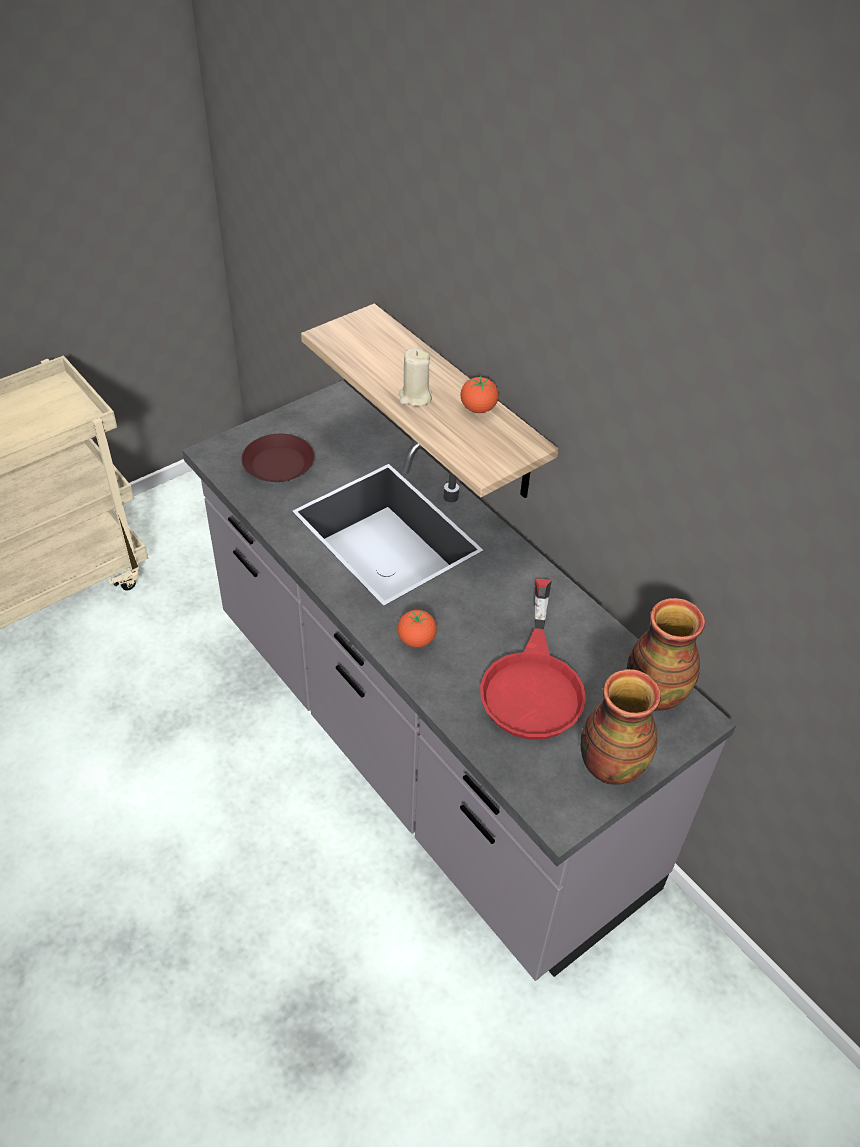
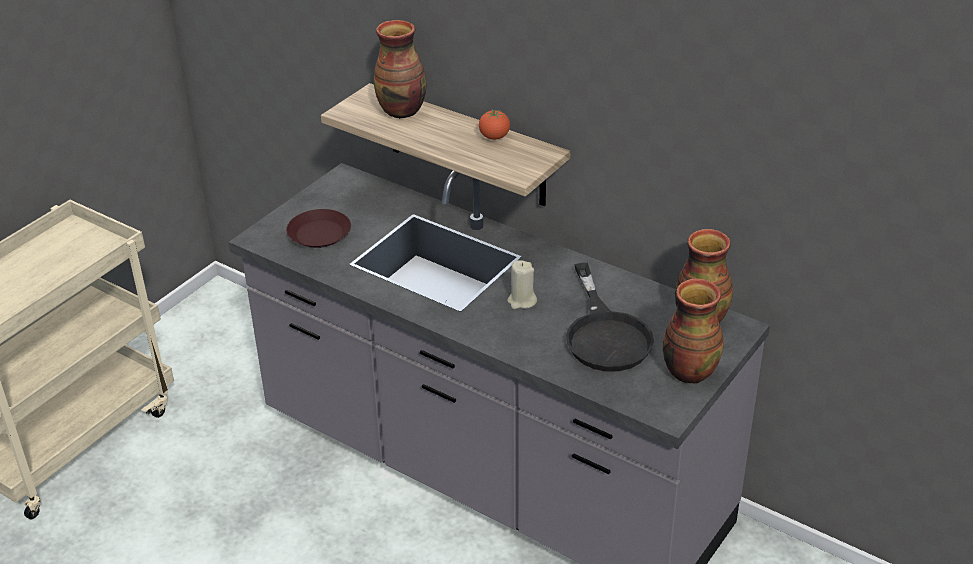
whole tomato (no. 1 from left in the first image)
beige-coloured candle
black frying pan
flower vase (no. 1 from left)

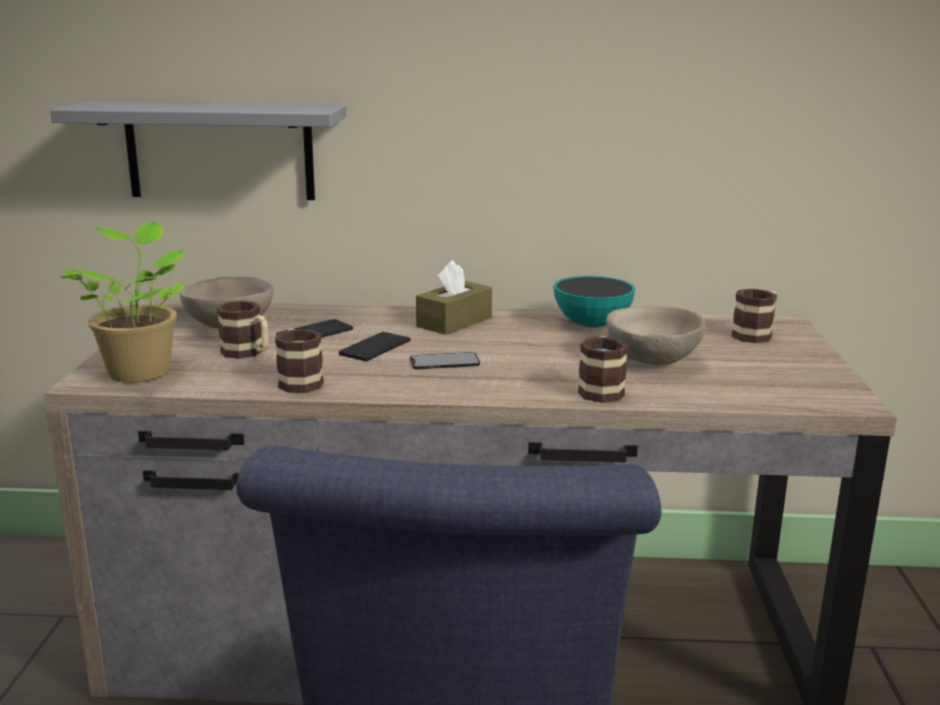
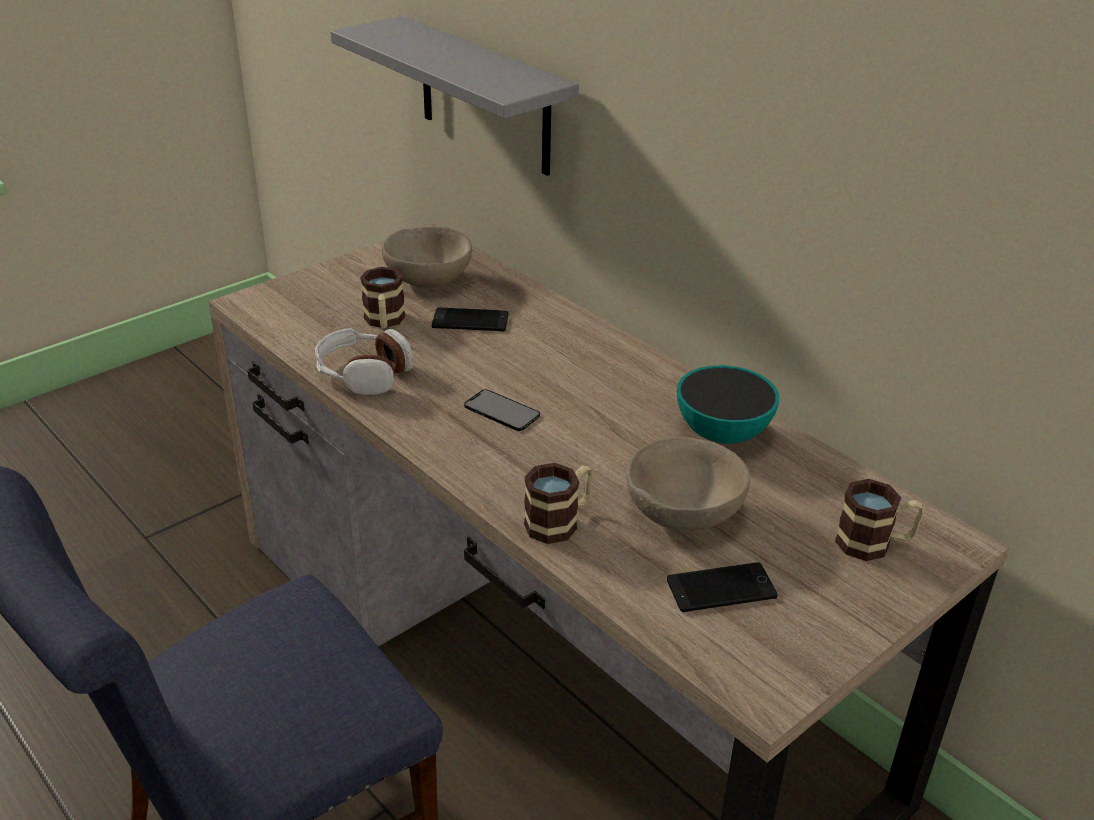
houseplant
pair of headphones
phone (no. 3 from left)
brown tissue holder

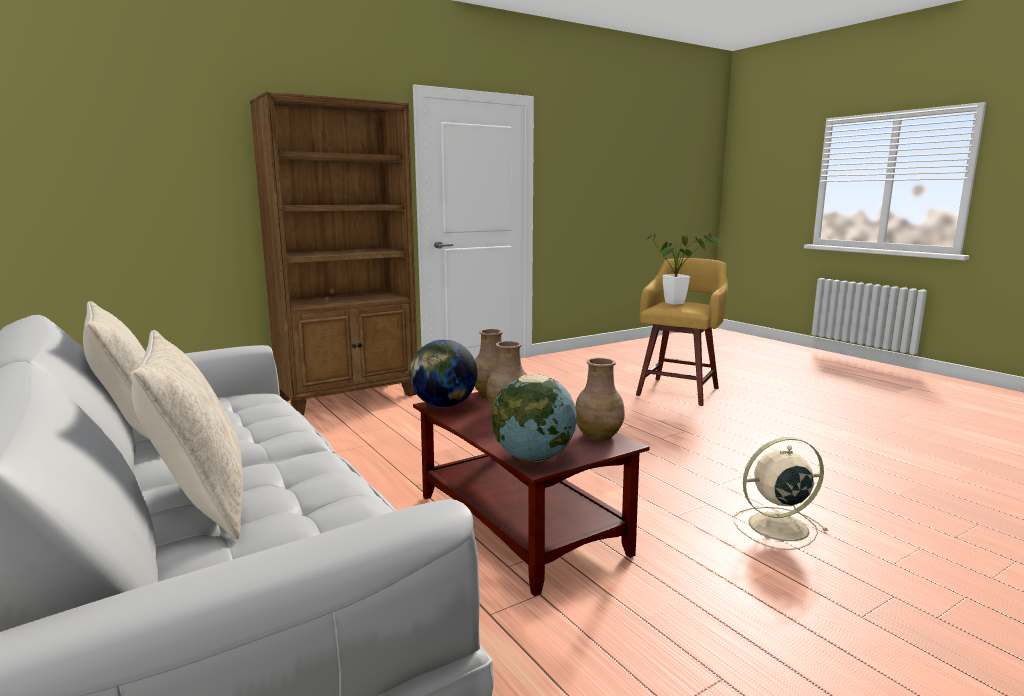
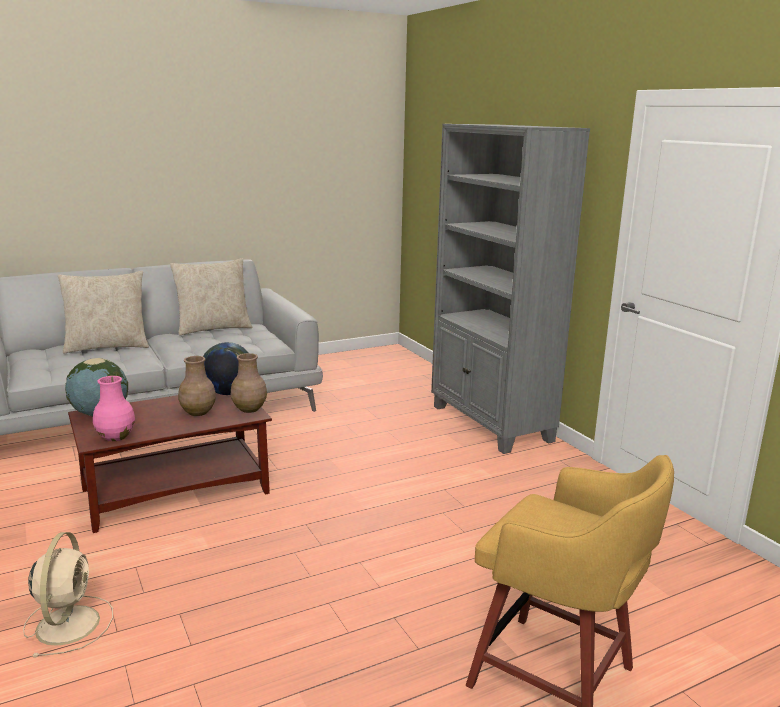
greyish bookcase
pinkish flower vase
houseplant

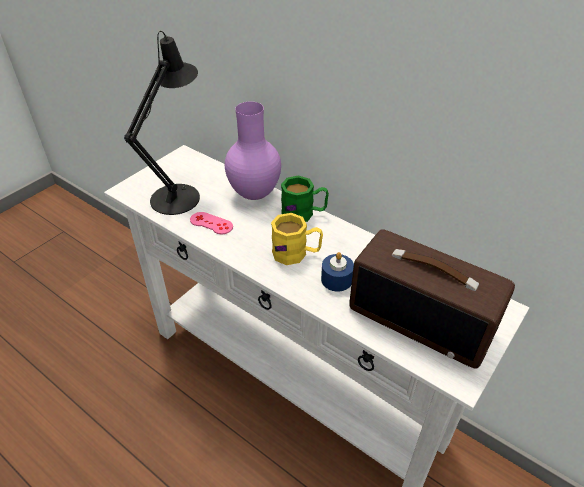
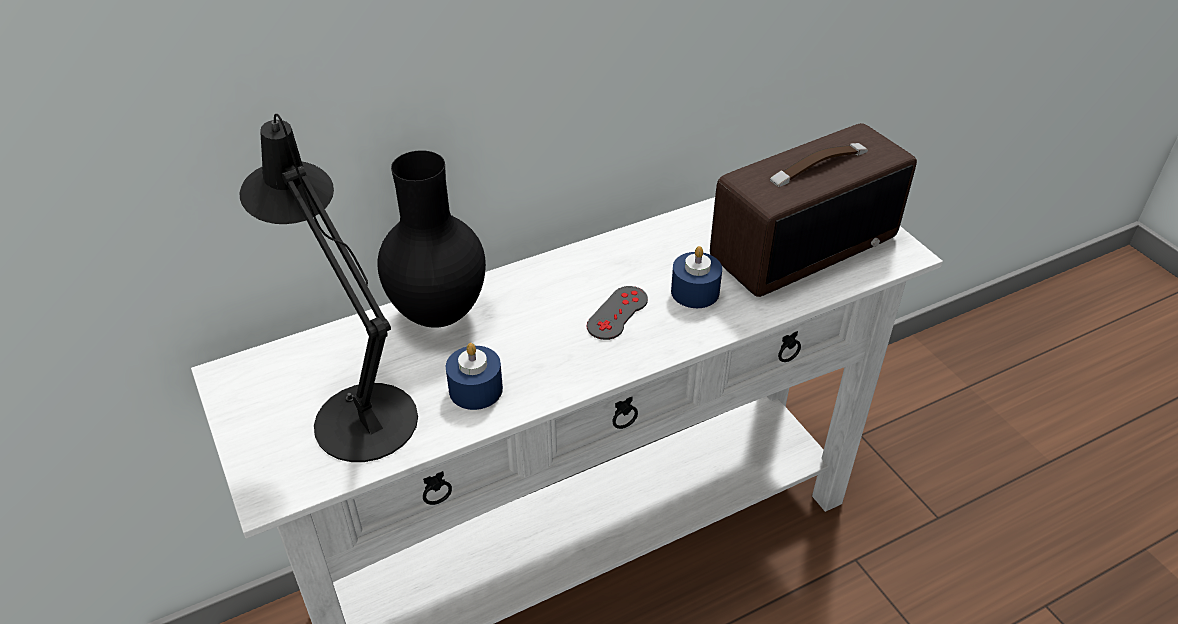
bluish candle (no. 1 from left)
black flower vase
greyish joypad
green-coloured mug

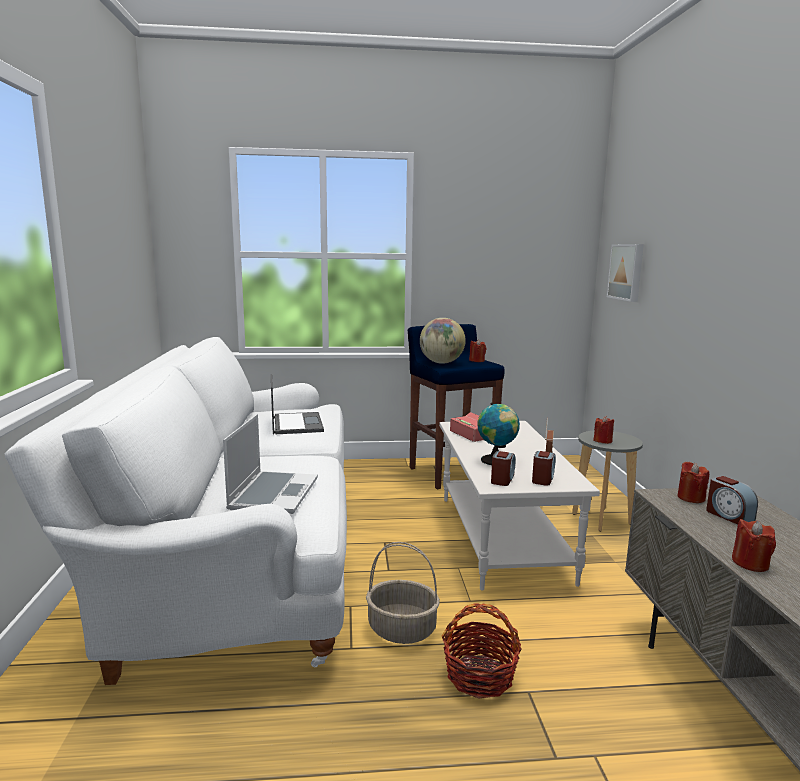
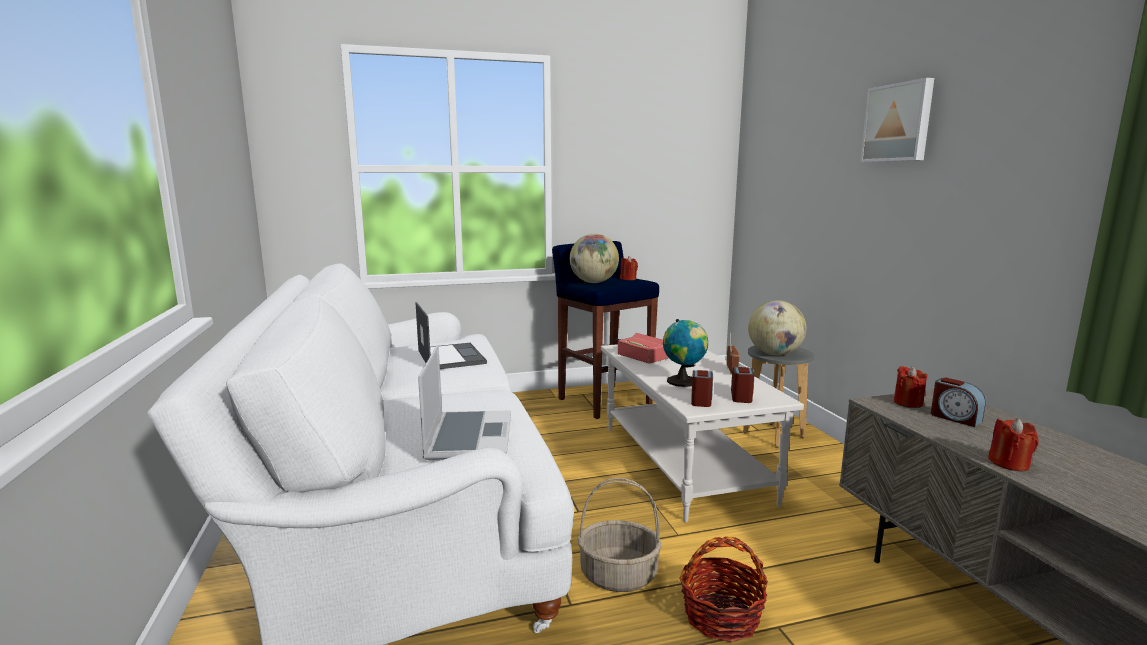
world globe (no. 3 from left)
wall art

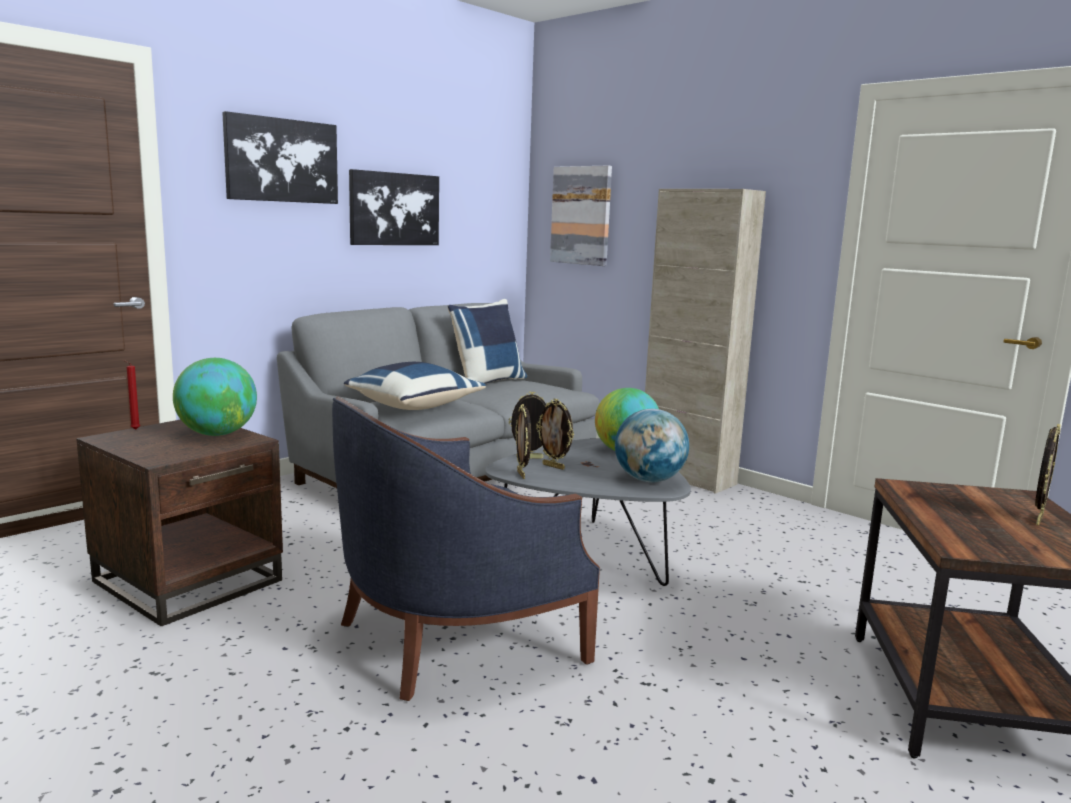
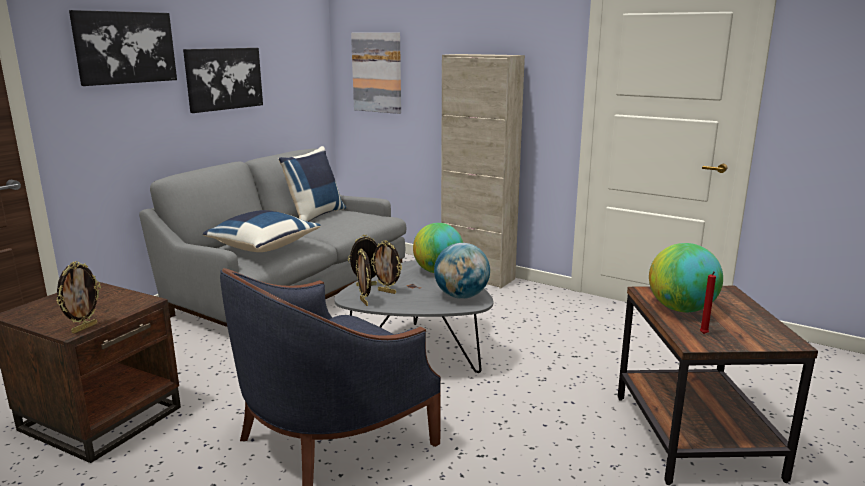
reddish candle
world globe (no. 3 from left)
picture frame (no. 1 from left)

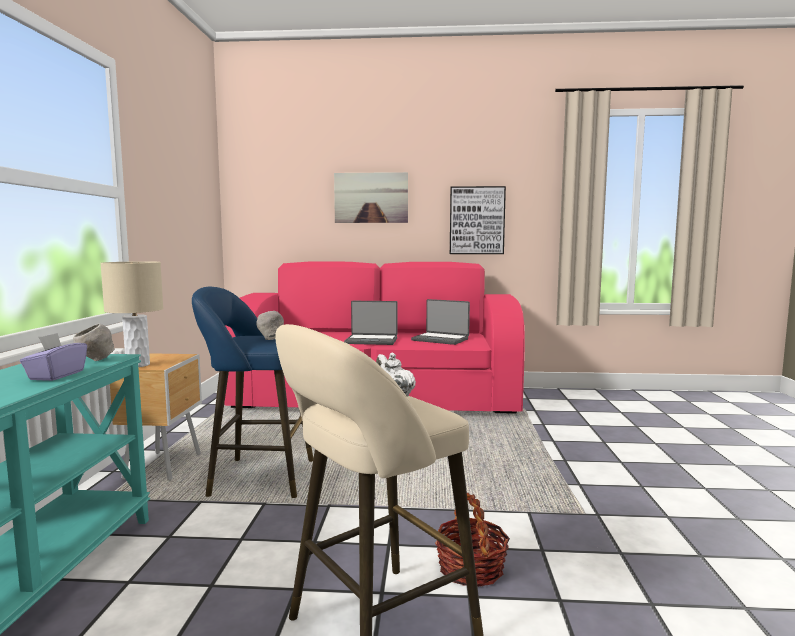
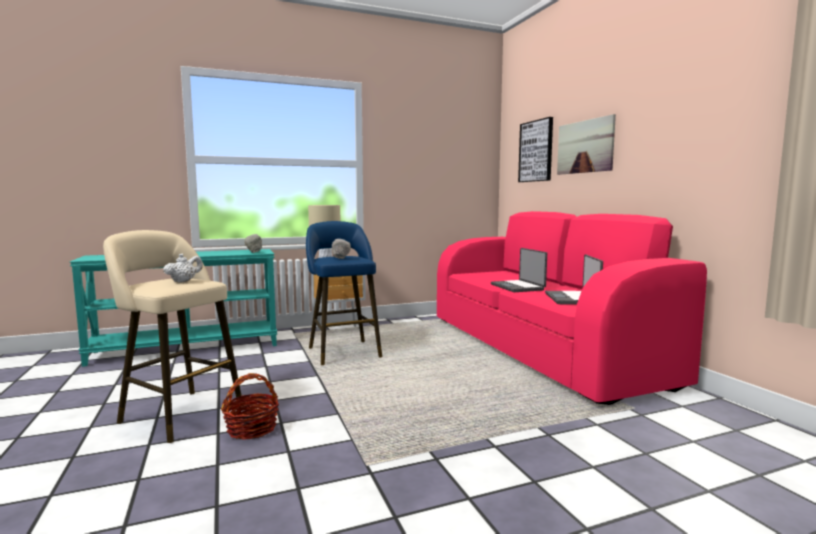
purplish tissue holder
wall art (no. 1 from left)

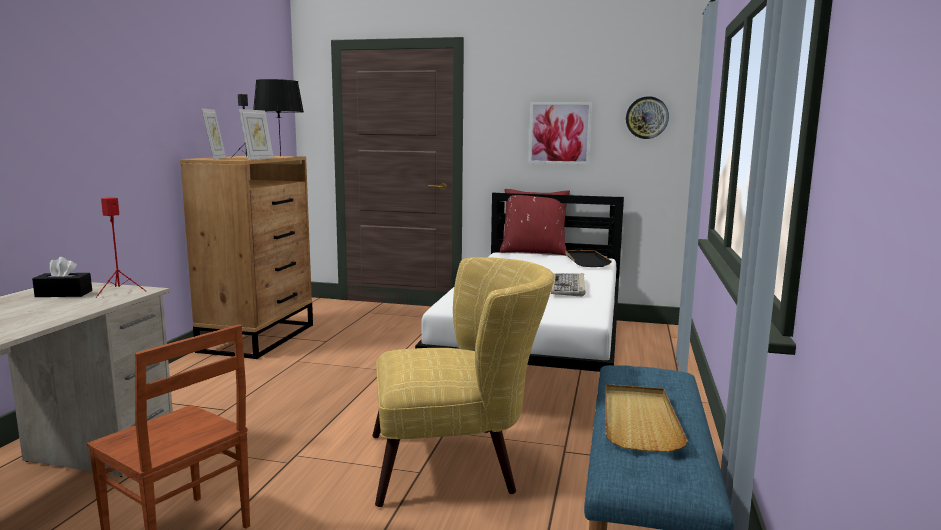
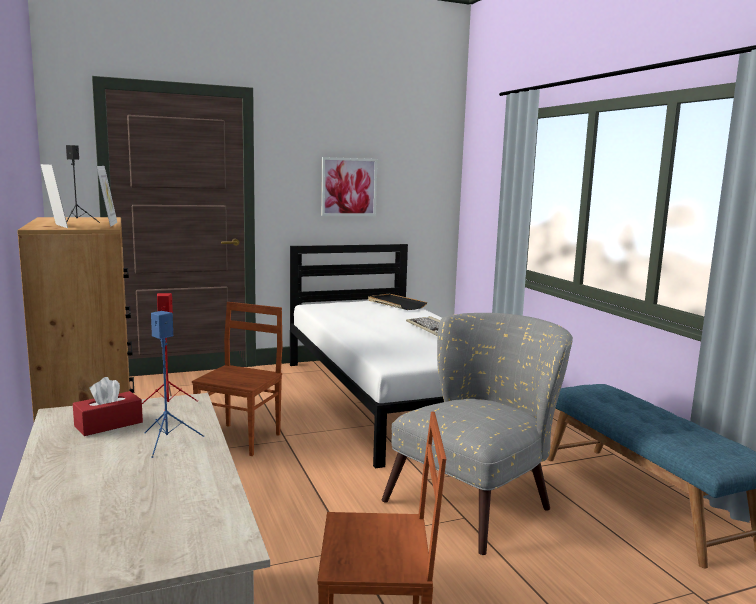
reddish tissue holder
black lamp for a table
greyish lounge chair
reddish pillow
beige-coloured tray
hanging clock
bluish audio speaker
brown upright chair (no. 1 from left)

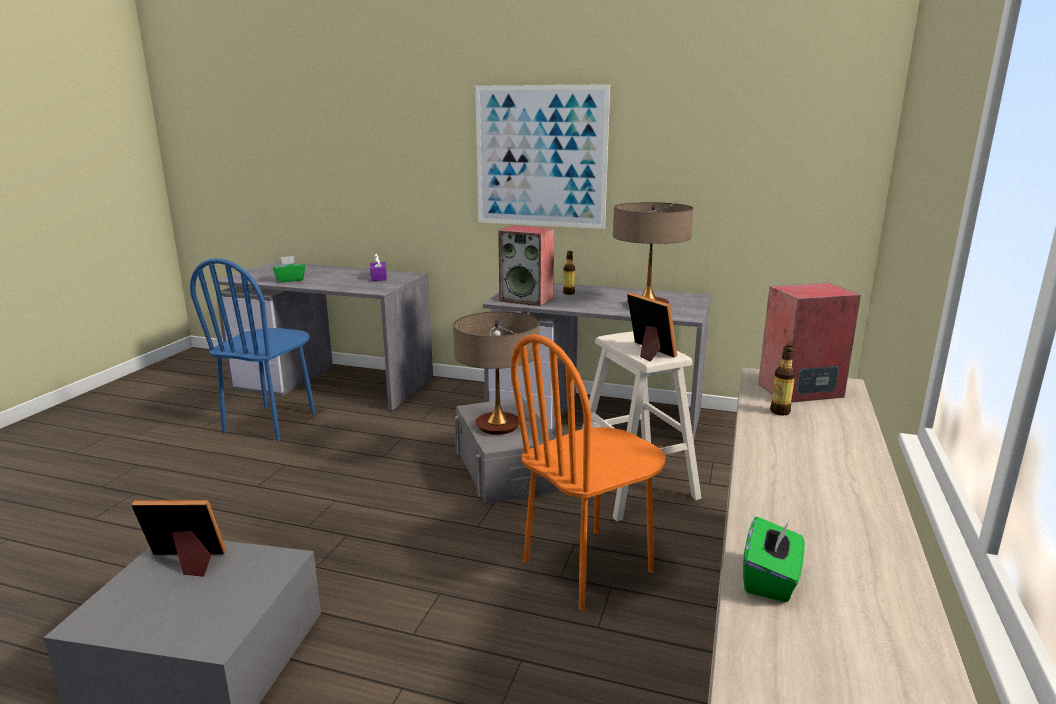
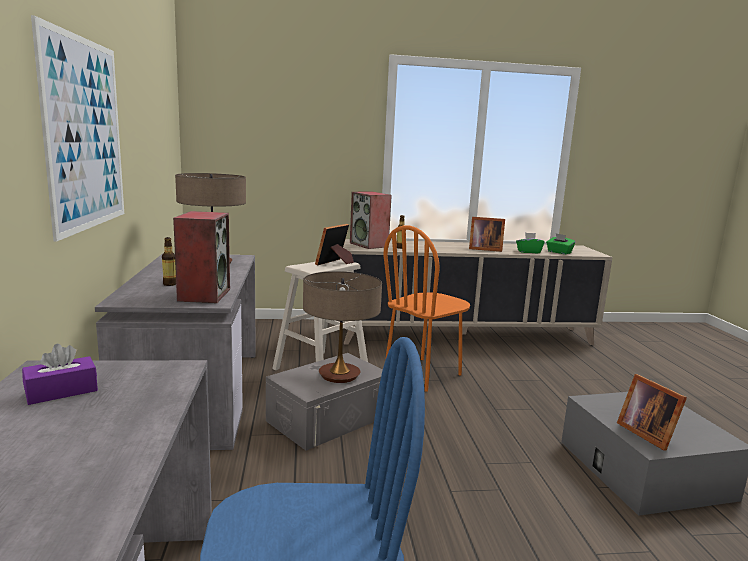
green-coloured tissue holder (no. 2 from left)
orangey upright chair
picture frame (no. 2 from left)

